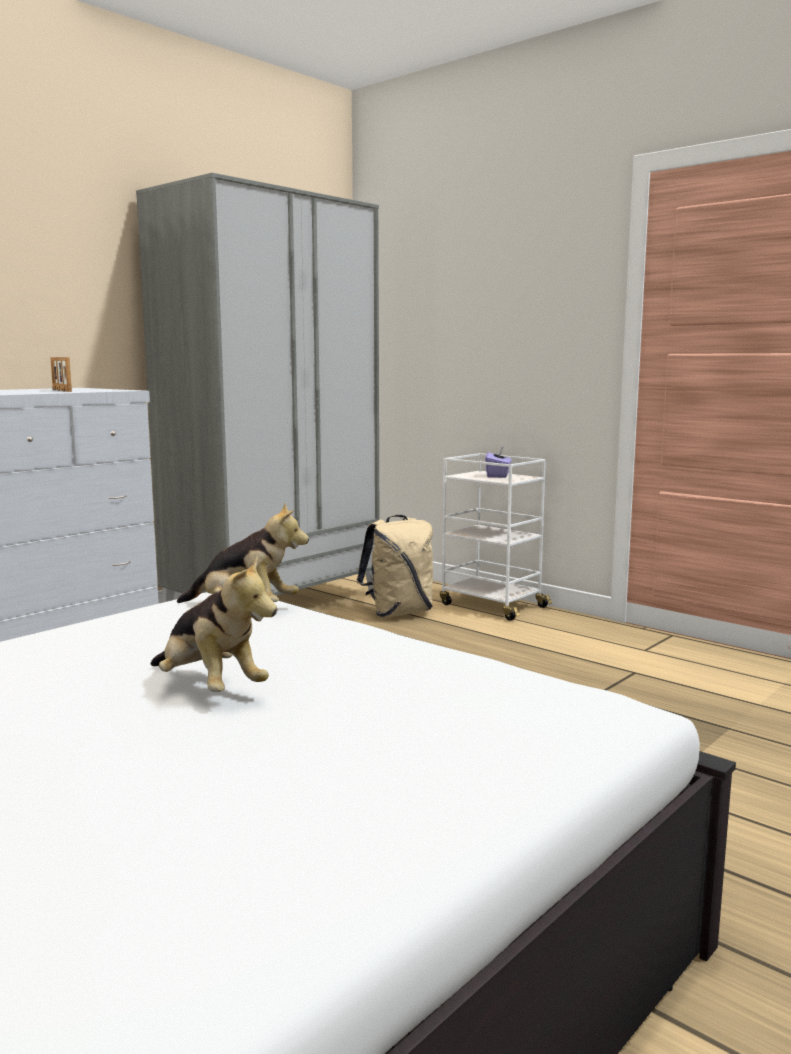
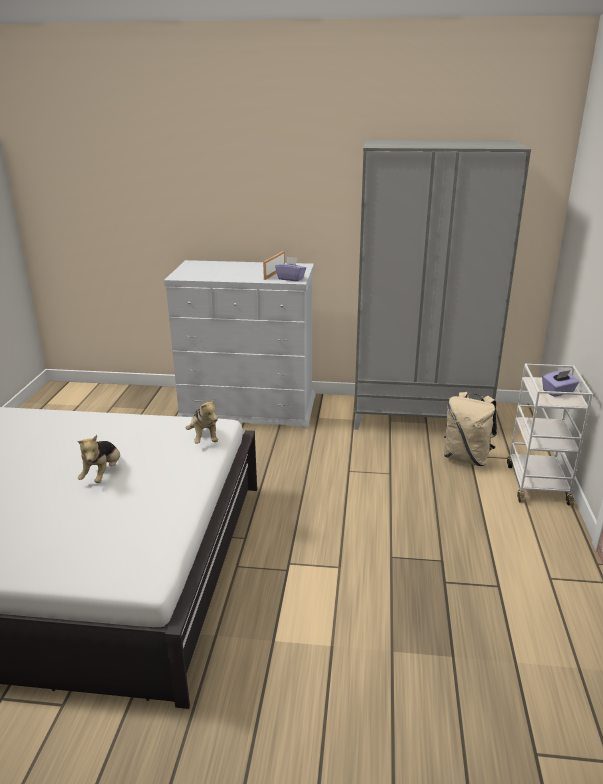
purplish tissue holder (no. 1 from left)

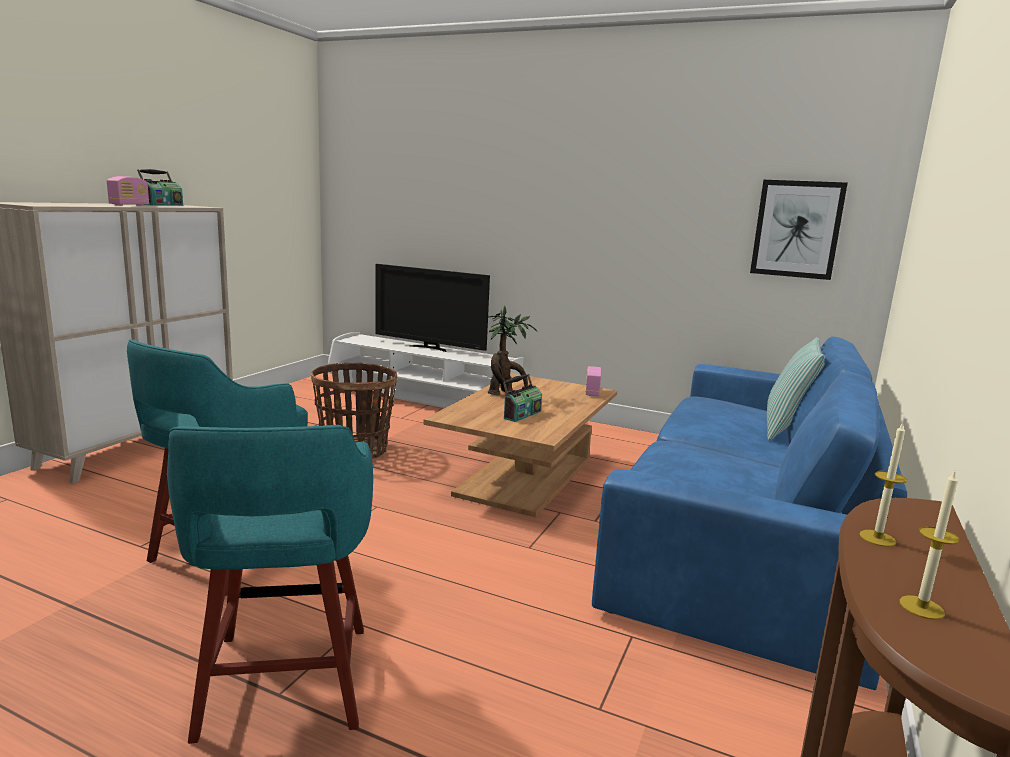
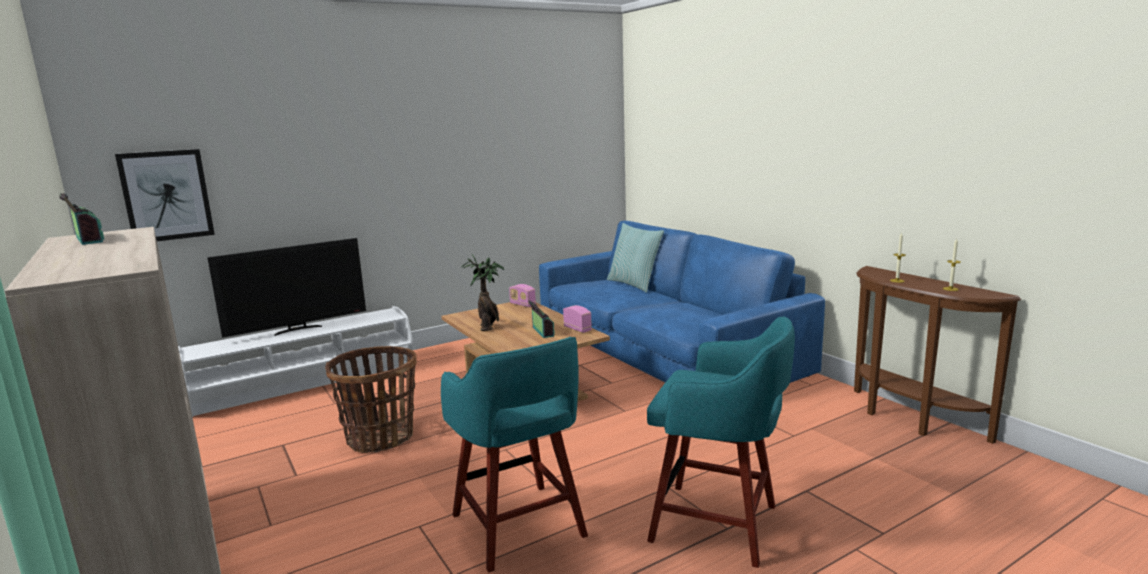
radio receiver (no. 4 from left)
wall art

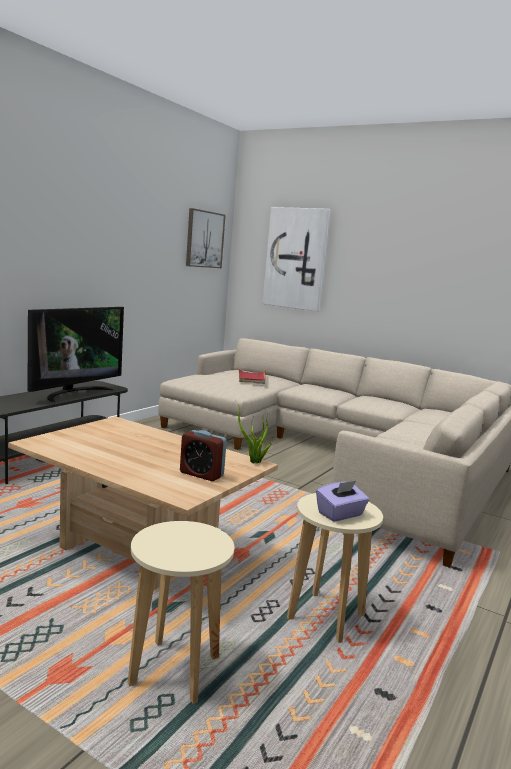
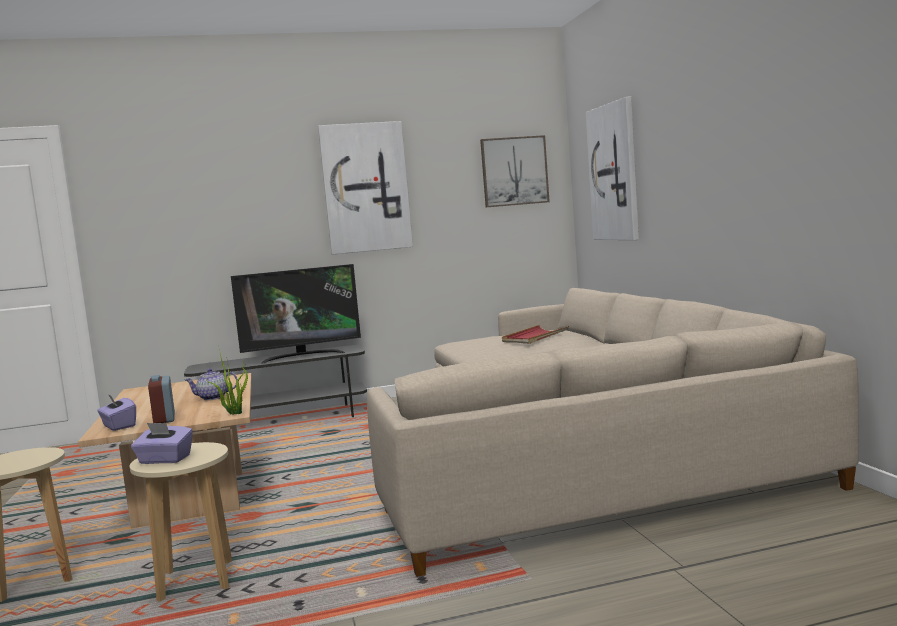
purplish tissue holder (no. 1 from left)
teapot
wall art (no. 1 from left)

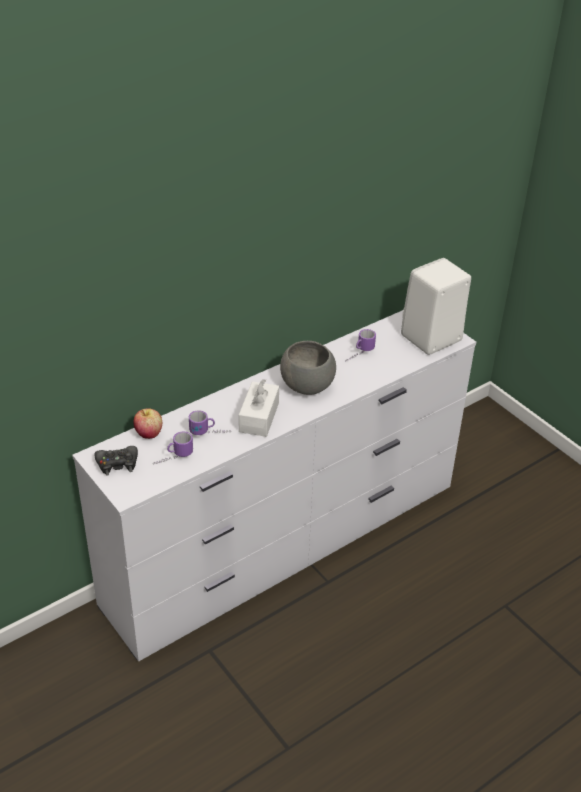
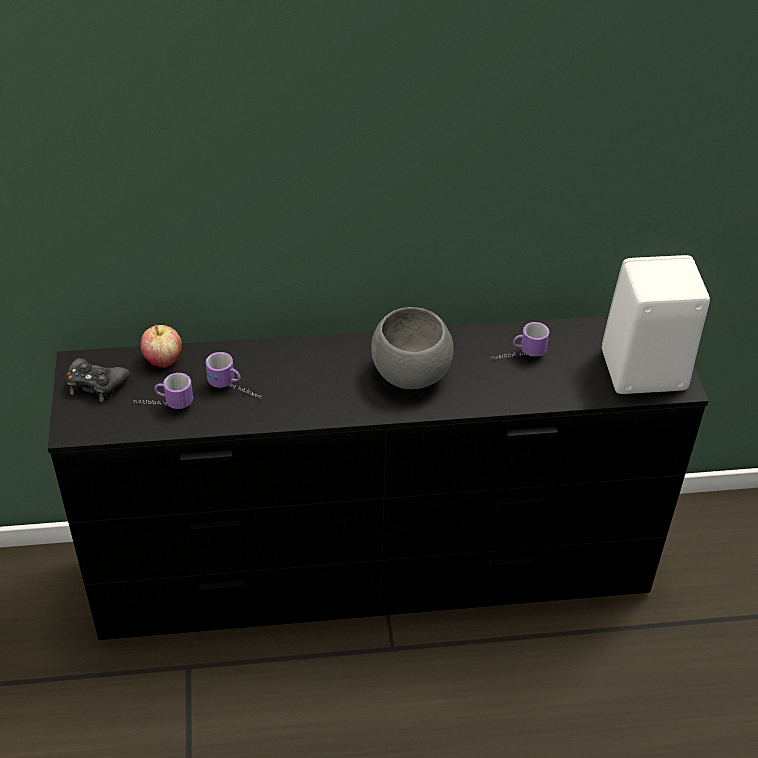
black dresser
white-coloured tissue holder

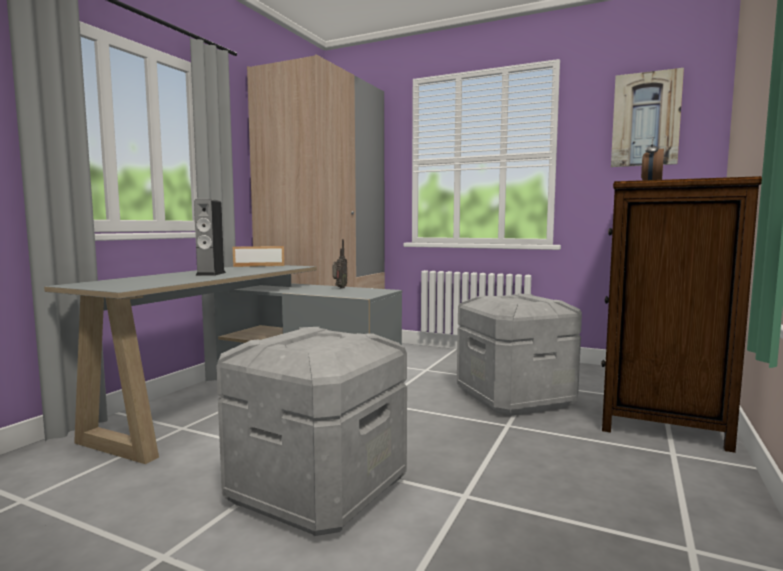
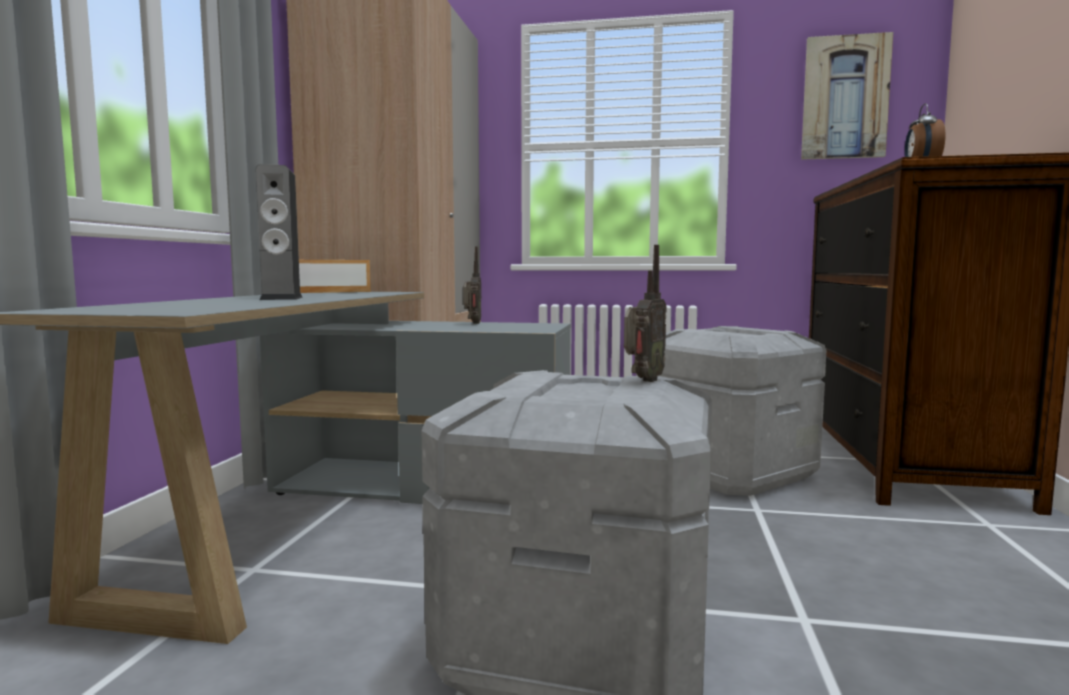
radio receiver (no. 2 from left)

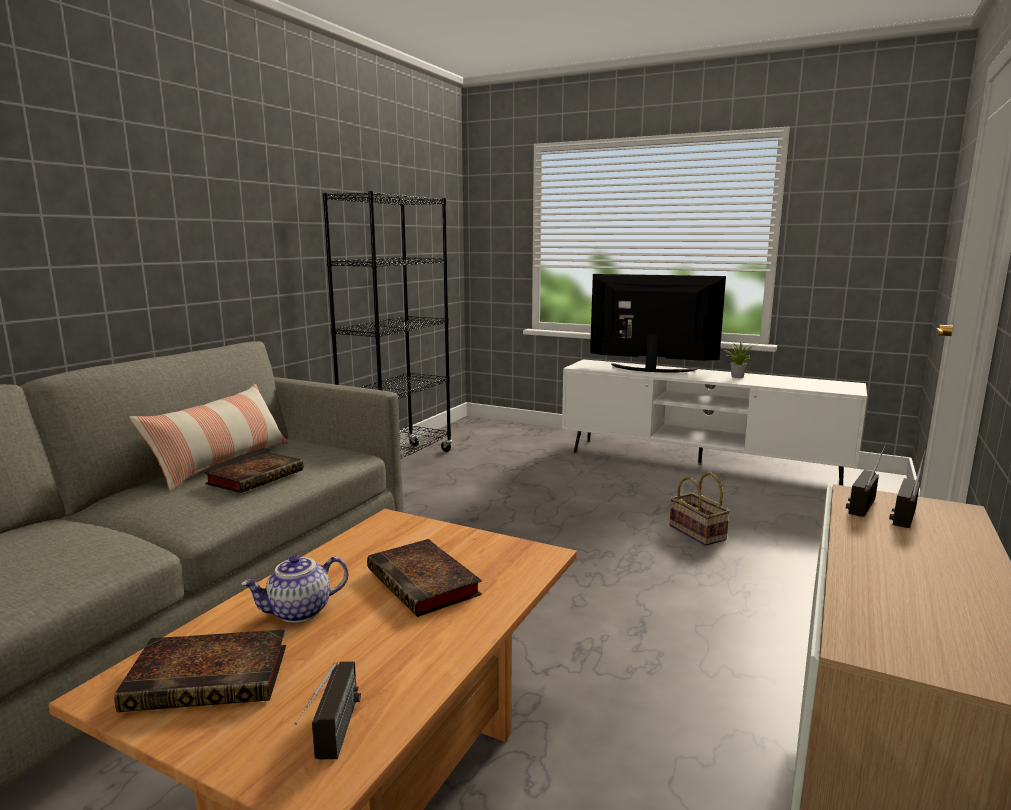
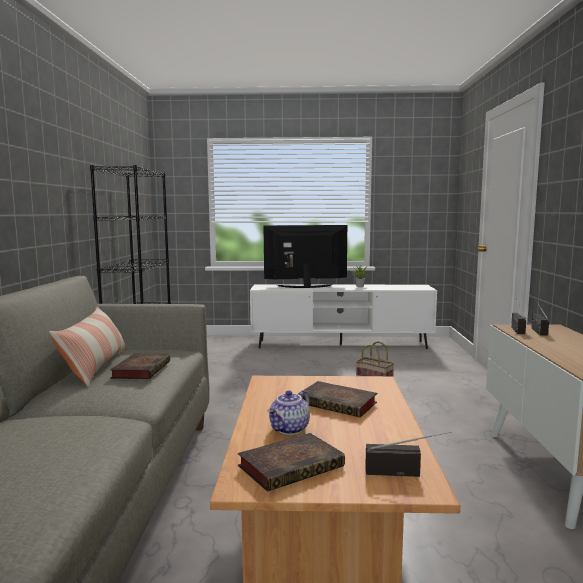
radio receiver (no. 1 from left)

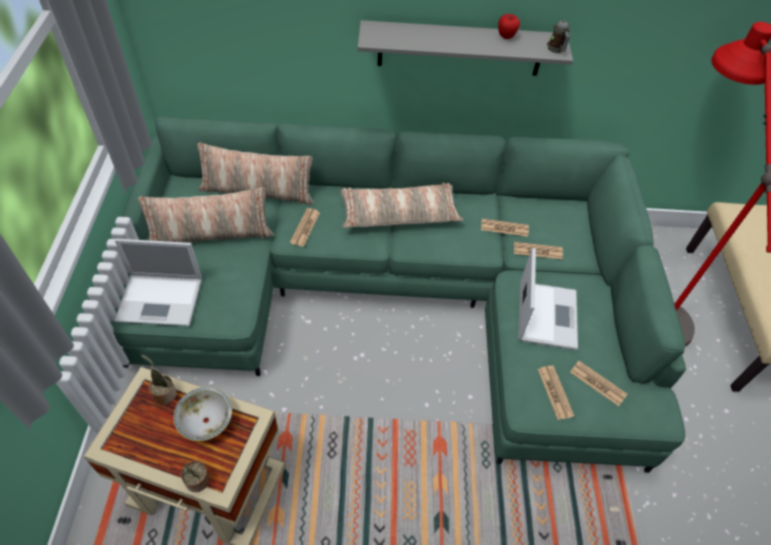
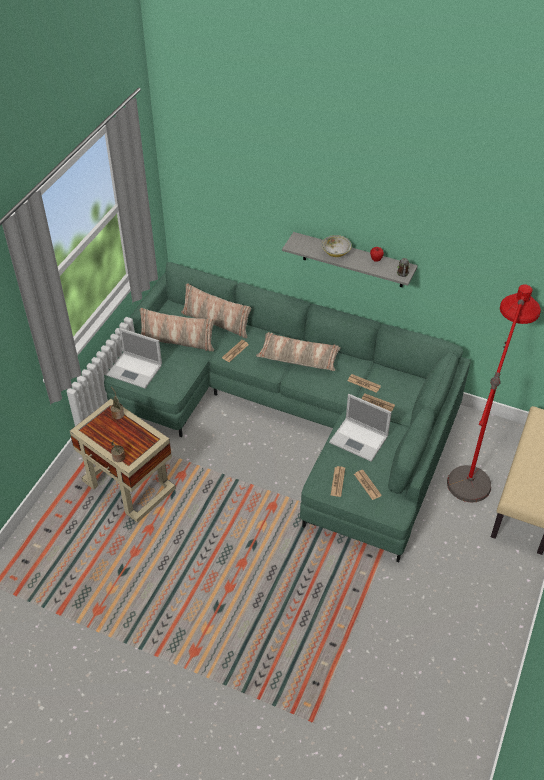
serving bowl
portable computer (no. 2 from left)

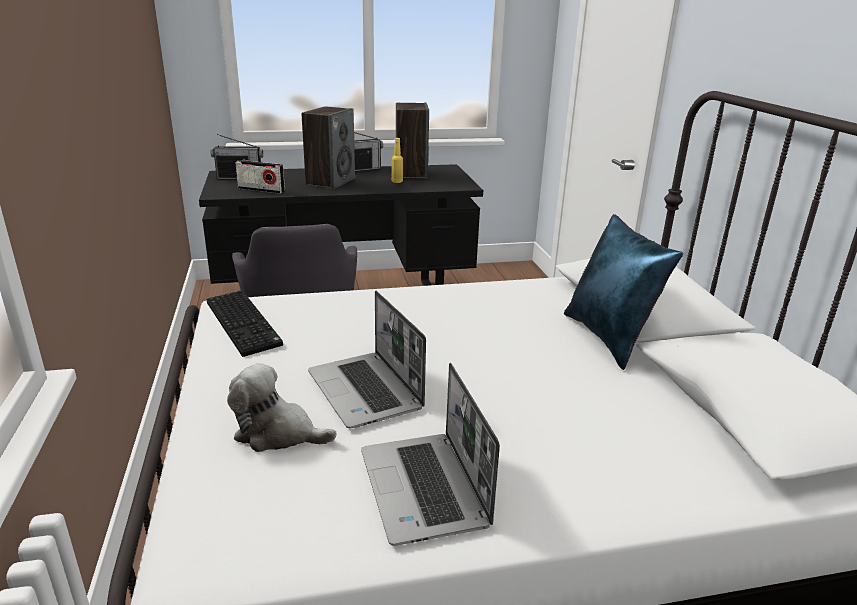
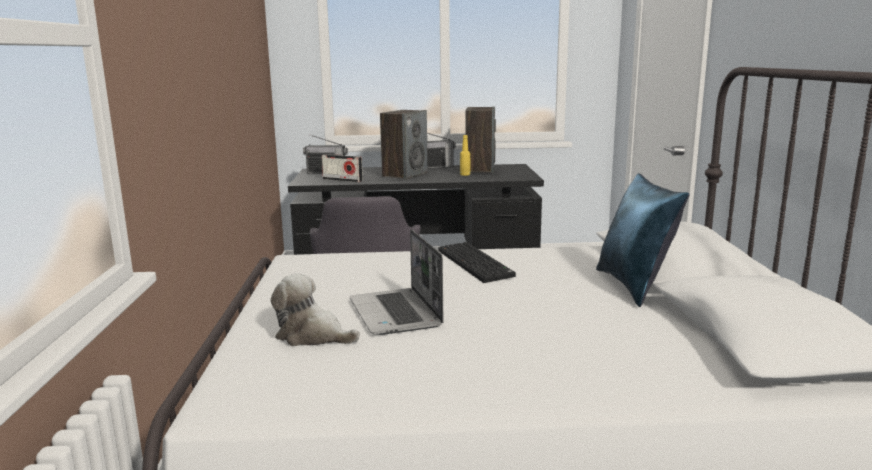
keyboard
portable computer (no. 2 from left in the first image)

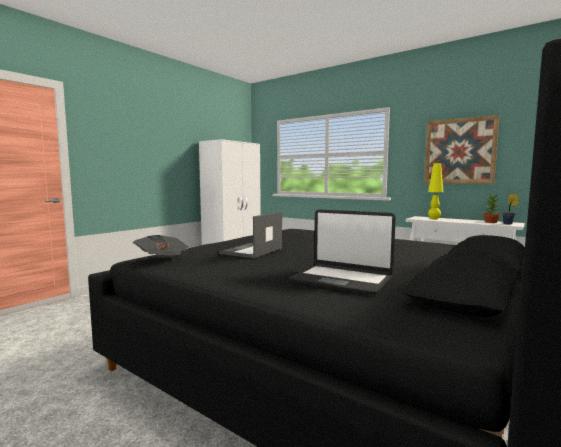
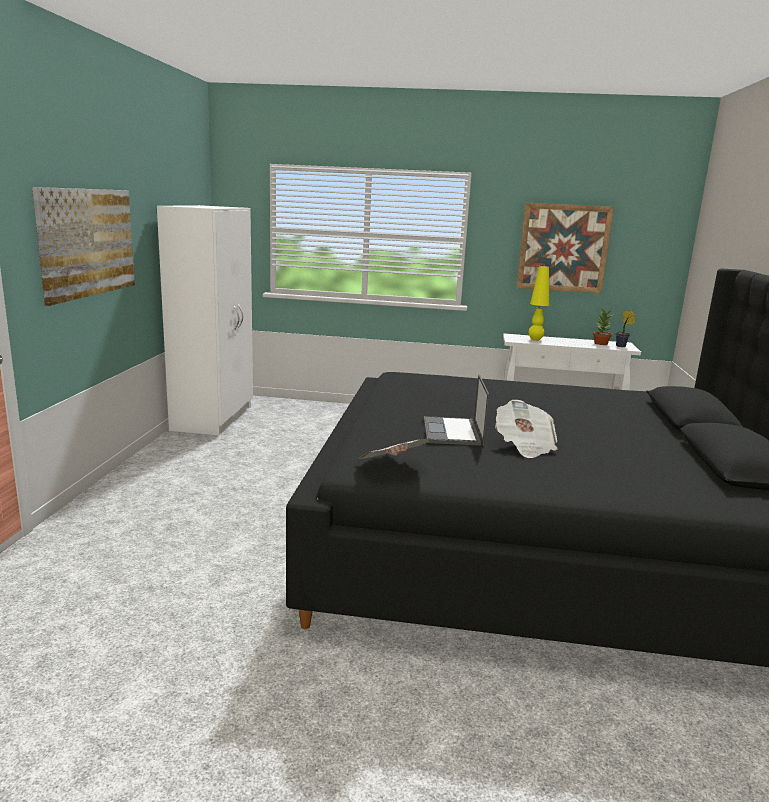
portable computer (no. 2 from left in the first image)
wall art (no. 1 from left)
printed paper (no. 2 from left)

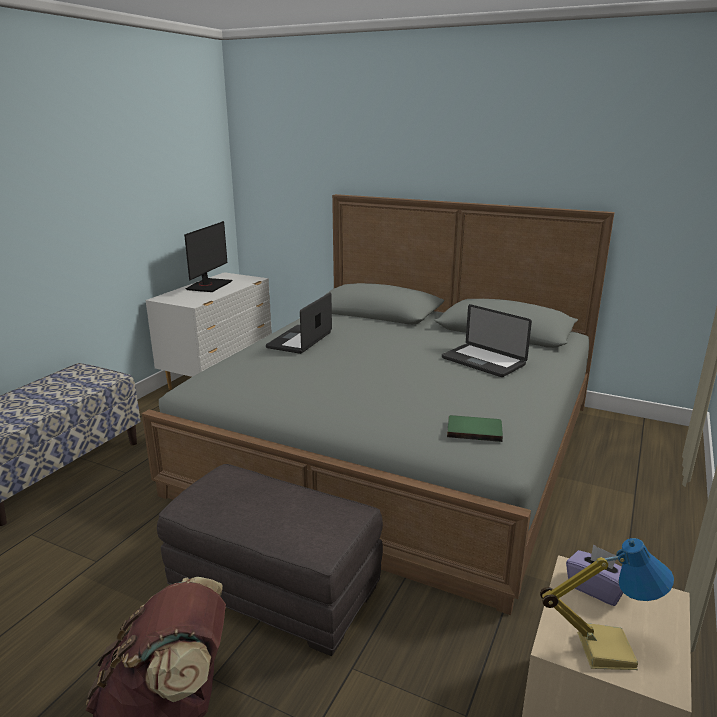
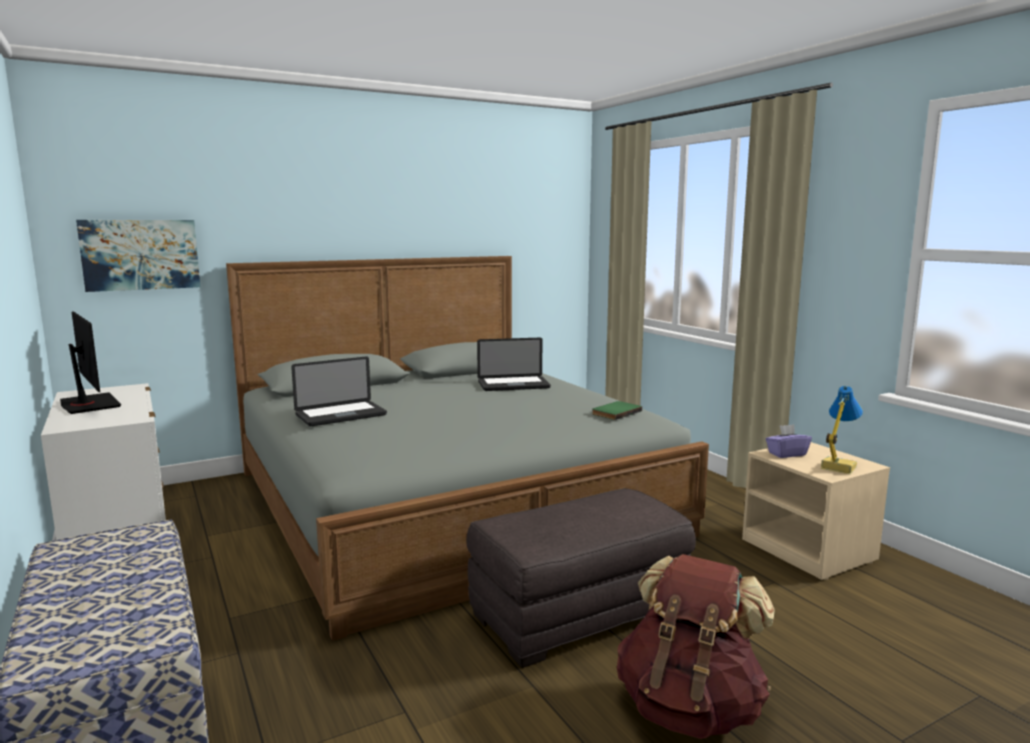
portable computer (no. 1 from left)
wall art

